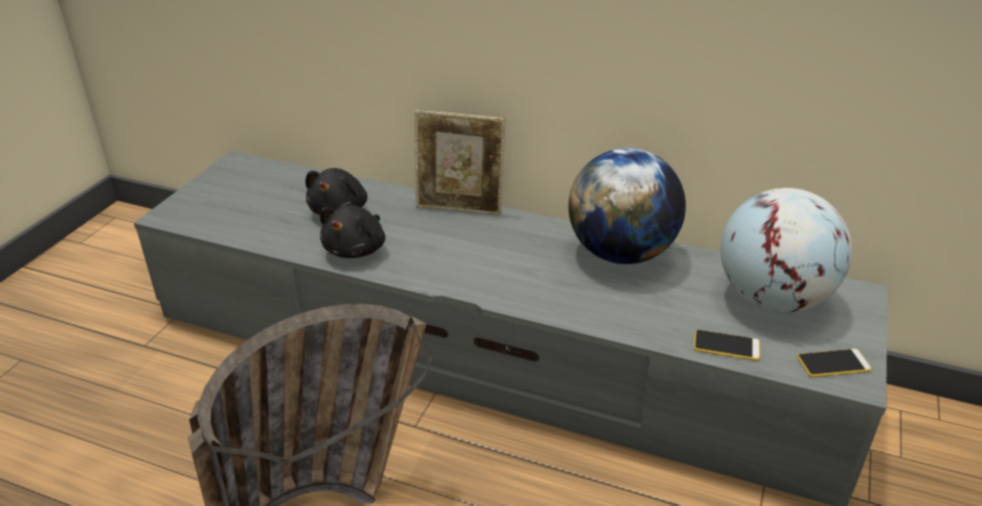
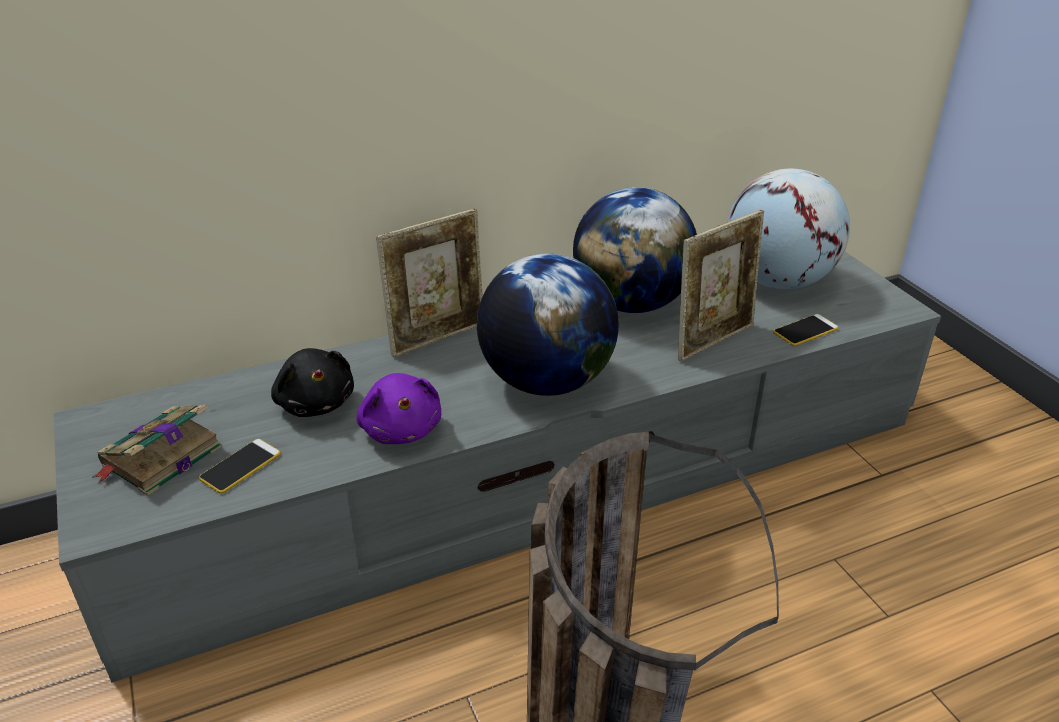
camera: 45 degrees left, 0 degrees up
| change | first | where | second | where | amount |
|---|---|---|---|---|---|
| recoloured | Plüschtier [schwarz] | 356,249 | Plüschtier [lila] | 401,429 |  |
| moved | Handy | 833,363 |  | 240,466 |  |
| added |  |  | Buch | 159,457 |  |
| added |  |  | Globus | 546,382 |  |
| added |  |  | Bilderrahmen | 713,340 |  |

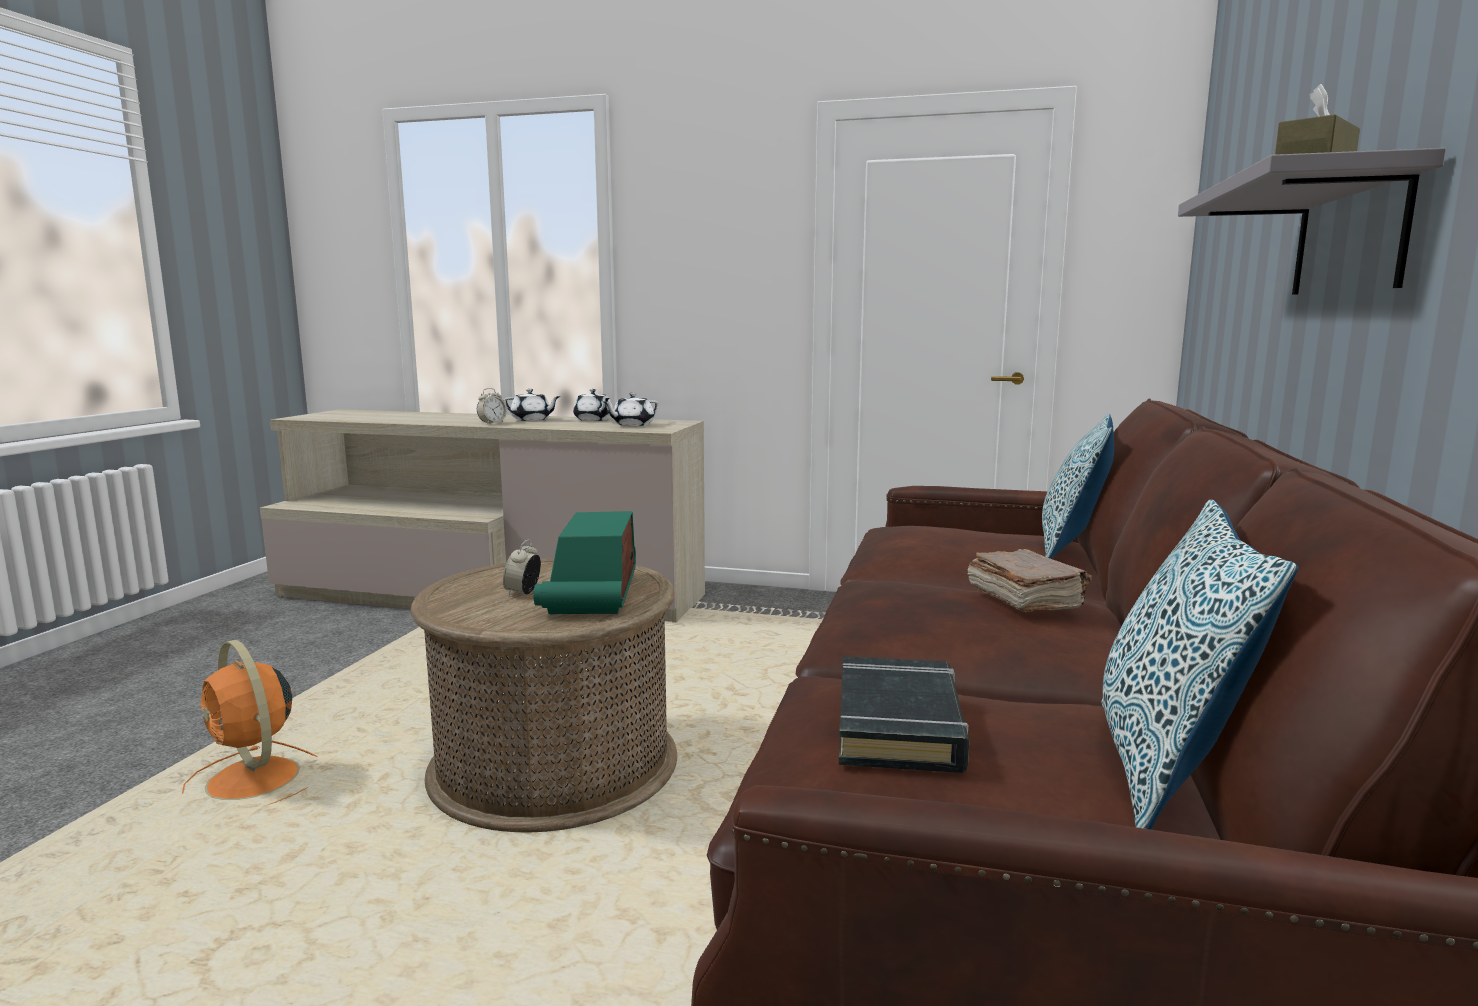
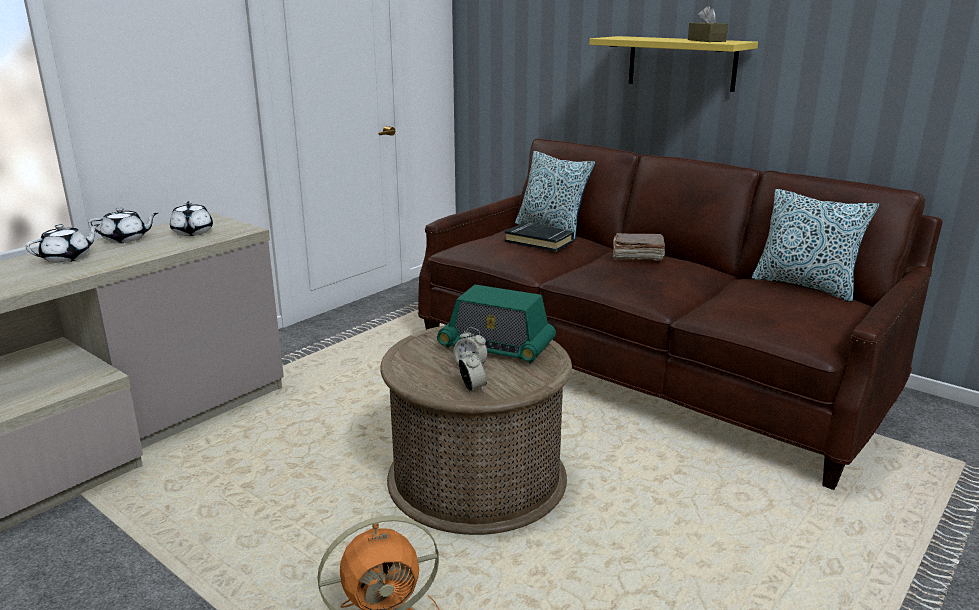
camera: 65 degrees left, 10 degrees up
| change | first | where | second | where | amount |
|---|---|---|---|---|---|
| moved | Wecker | 492,423 |  | 472,387 |  |
| moved | Buch [schwarz] | 899,725 |  | 539,242 |  |
| recoloured | Wandregal [grau] | 1348,236 | Wandregal [gelb] | 681,63 |  |

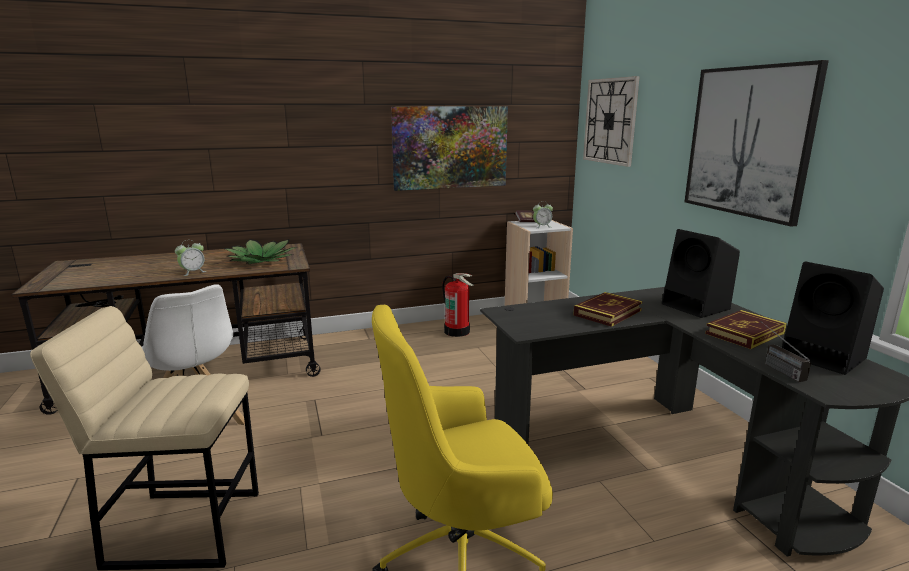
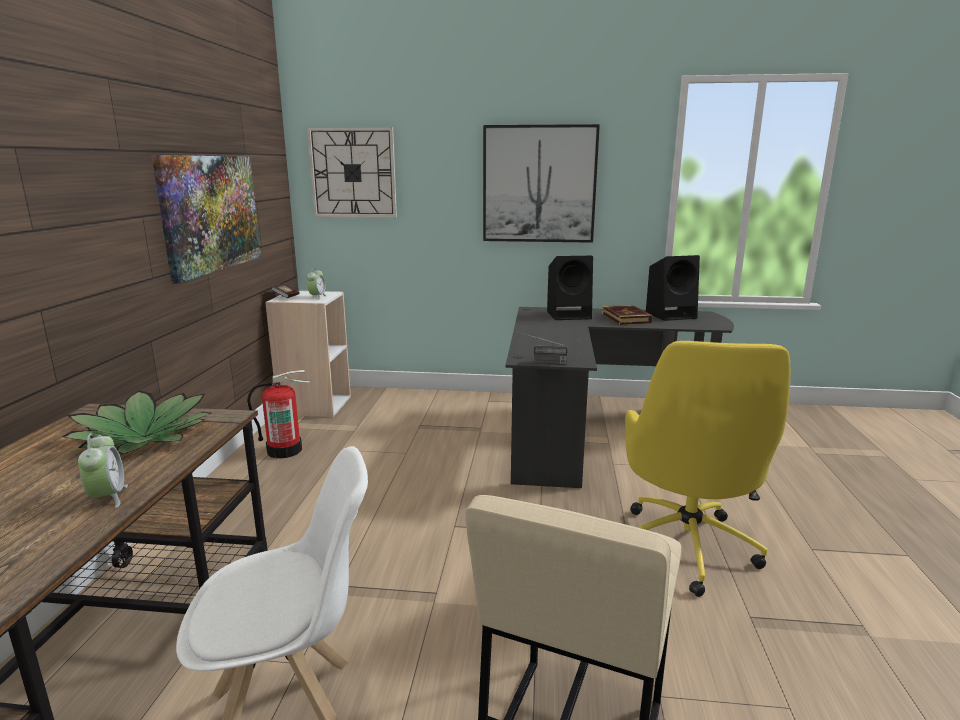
camera: 65 degrees left, 0 degrees up
| change | first | where | second | where | amount |
|---|---|---|---|---|---|
| removed | Buch | 607,313 |  |  |  |
| moved | Radio | 775,367 |  | 541,362 |  |

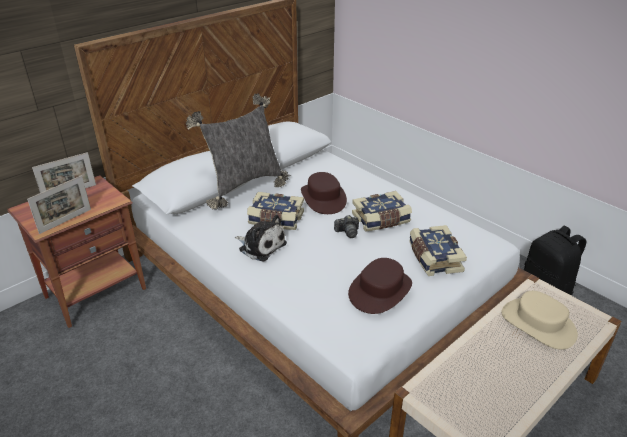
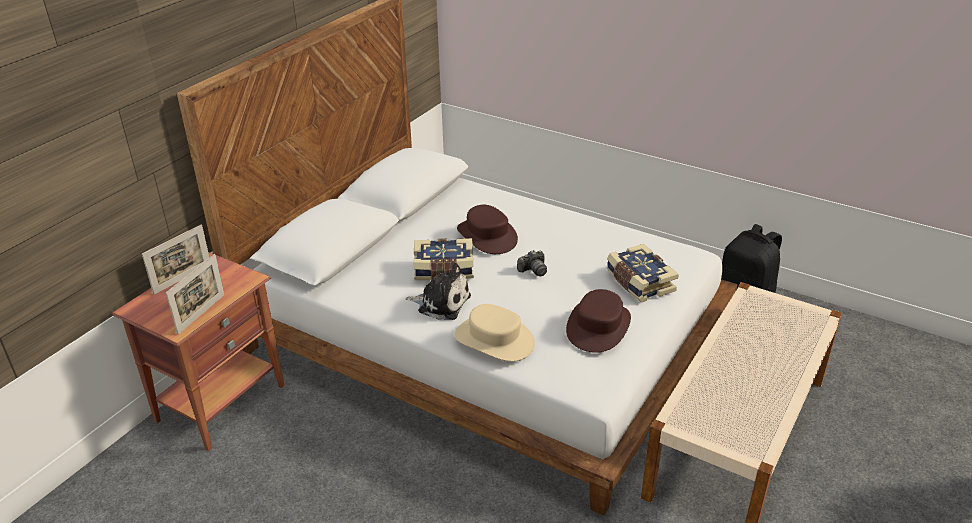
camera: 15 degrees left, 0 degrees up
| change | first | where | second | where | amount |
|---|---|---|---|---|---|
| removed | Kissen | 243,191 |  |  |  |
| removed | Buch | 381,220 |  |  |  |
| moved | Hut [beige] | 538,324 |  | 494,339 |  |

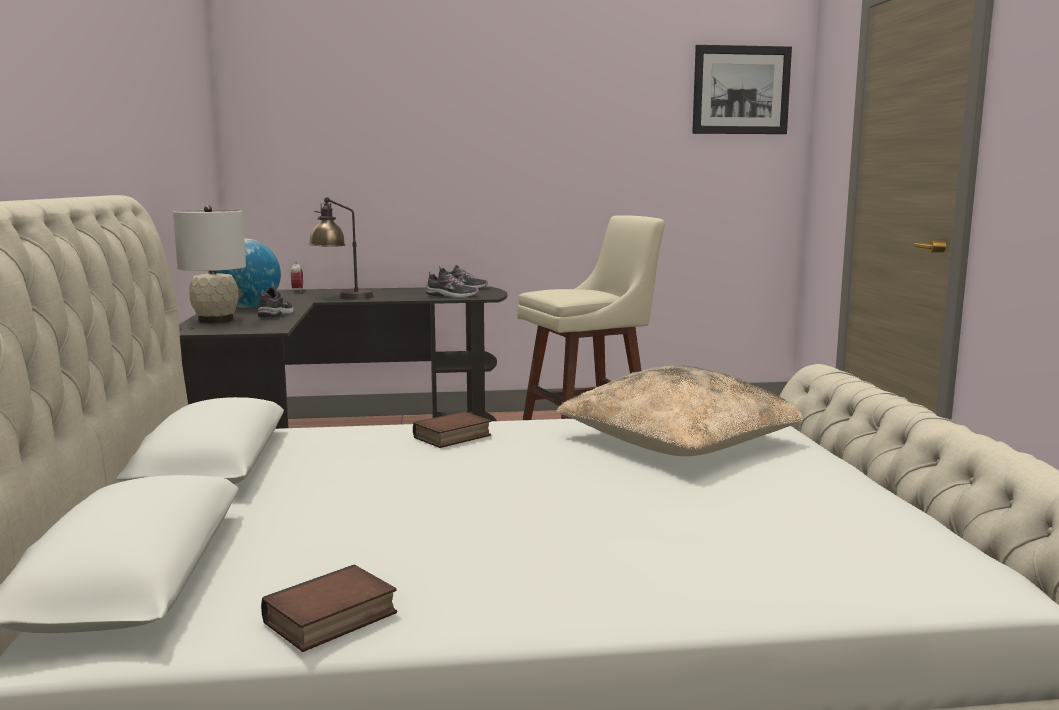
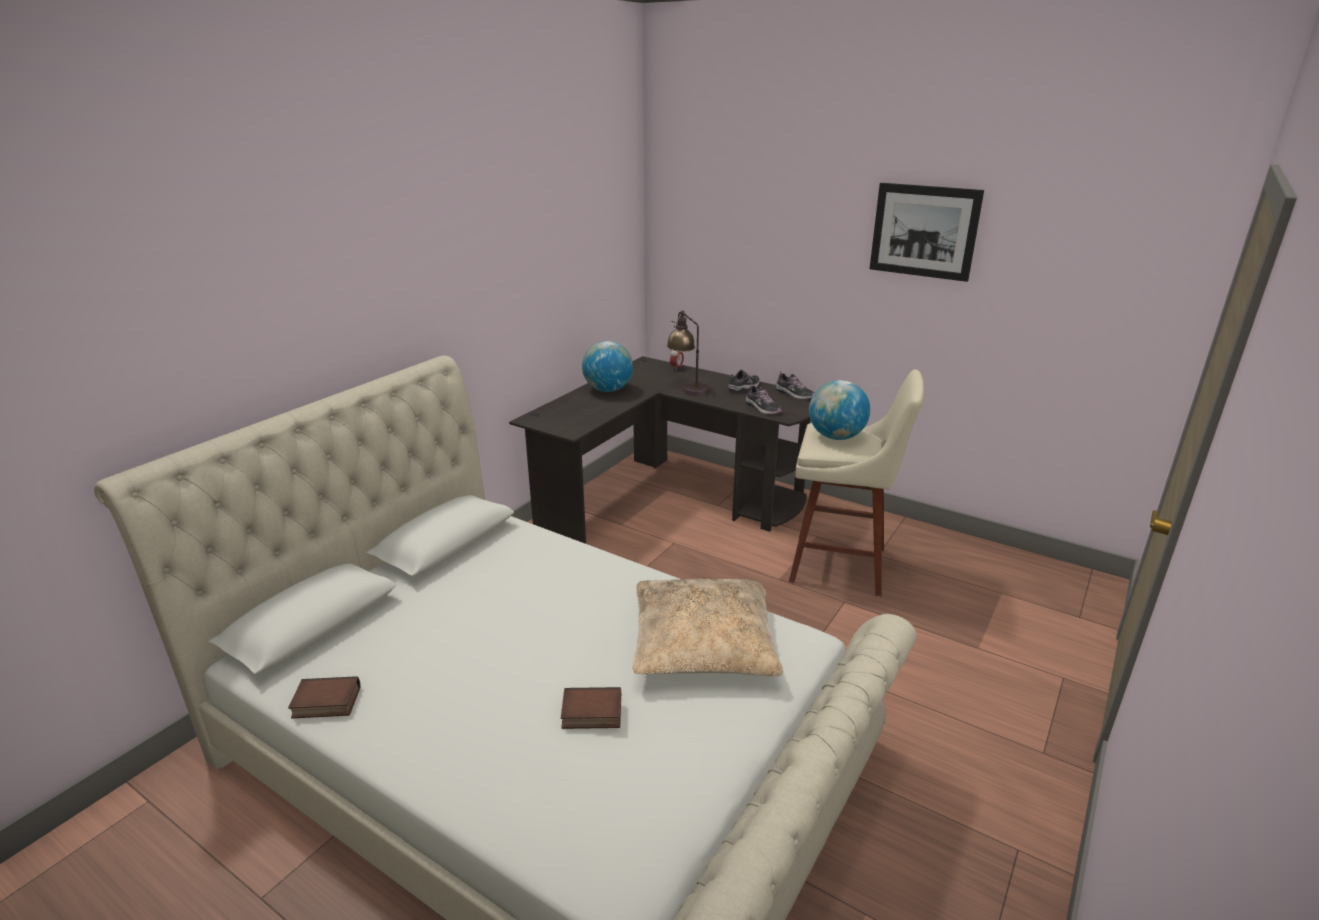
camera: 40 degrees right, 15 degrees up
| change | first | where | second | where | amount |
|---|---|---|---|---|---|
| removed | Tischlampe [weiß] | 215,320 |  |  |  |
| moved | Schuh | 276,314 |  | 744,387 |  |
| moved | Buch | 452,437 |  | 590,714 |  |
| moved | Bild | 741,90 |  | 924,231 |  |
| added |  |  | Globus | 836,437 |  |

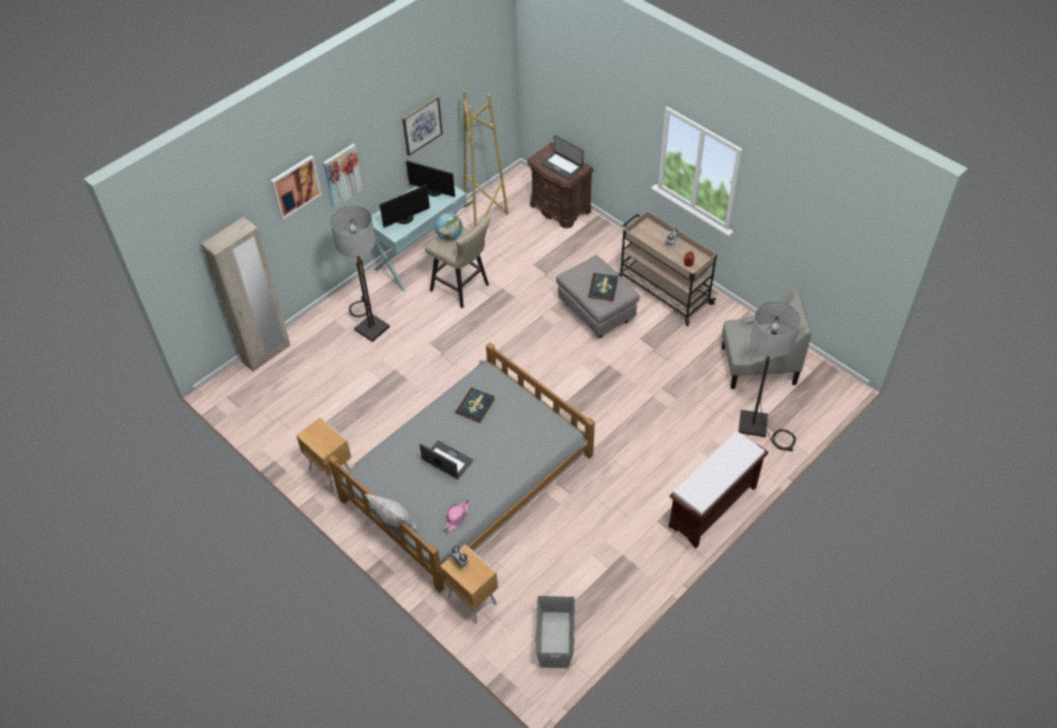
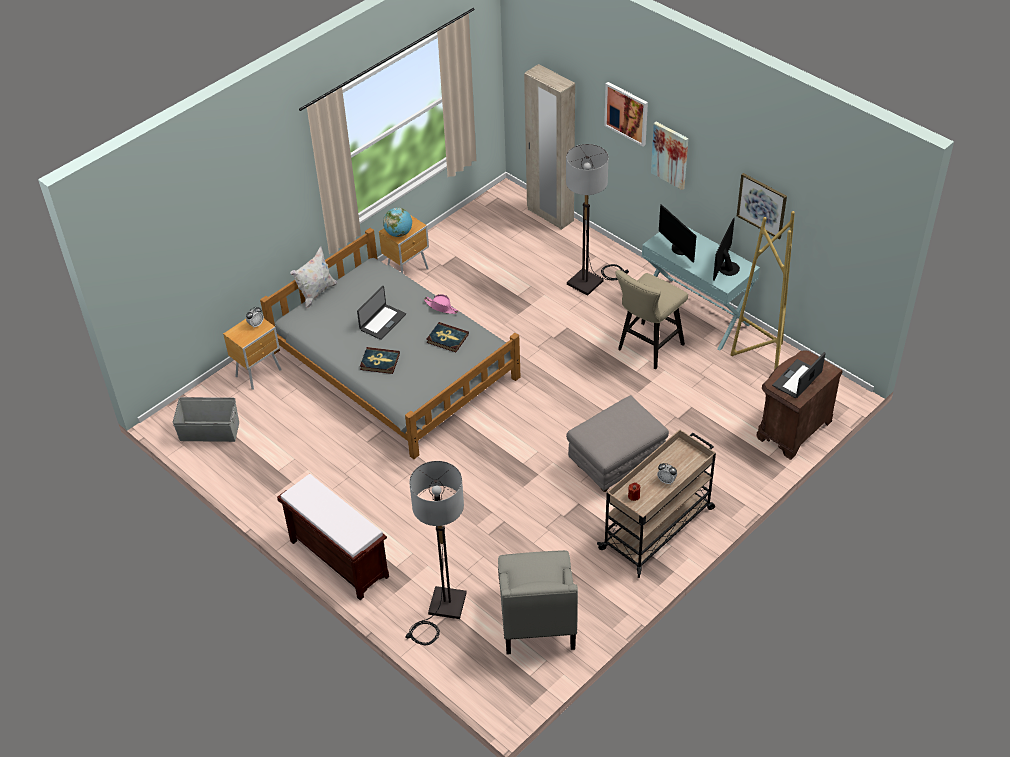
camera: 90 degrees right, 5 degrees down
| change | first | where | second | where | amount |
|---|---|---|---|---|---|
| moved | Globus | 449,236 |  | 399,233 |  |
| moved | Hut [rosa] | 457,517 |  | 441,307 |  |
| moved | Buch | 603,288 |  | 380,362 |  |

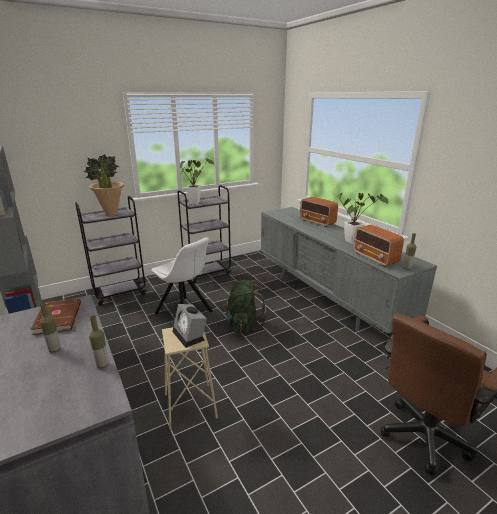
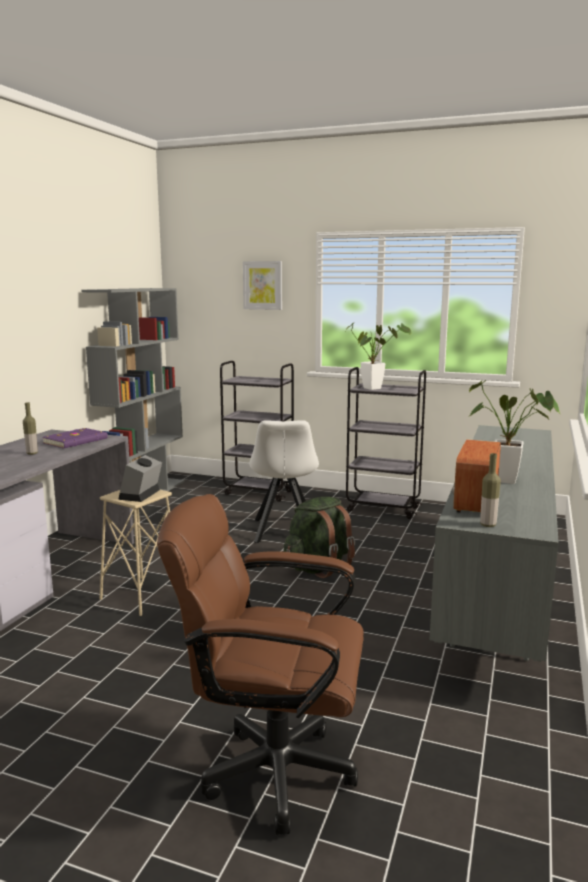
camera: 50 degrees right, 10 degrees down
| change | first | where | second | where | amount |
|---|---|---|---|---|---|
| recoloured | Buch [braun] | 59,318 | Buch [lila] | 76,441 |  |
| removed | Topfpflanze | 111,215 |  |  |  |
| removed | Flasche | 102,365 |  |  |  |
| removed | Radio | 317,222 |  |  |  |
| added |  |  | Bild | 263,285 |  |

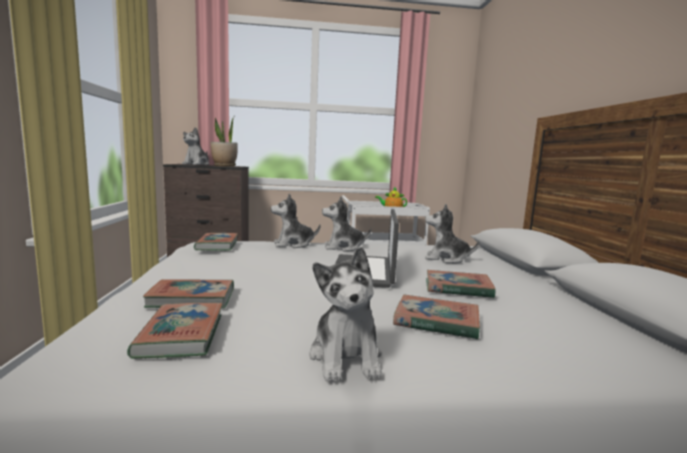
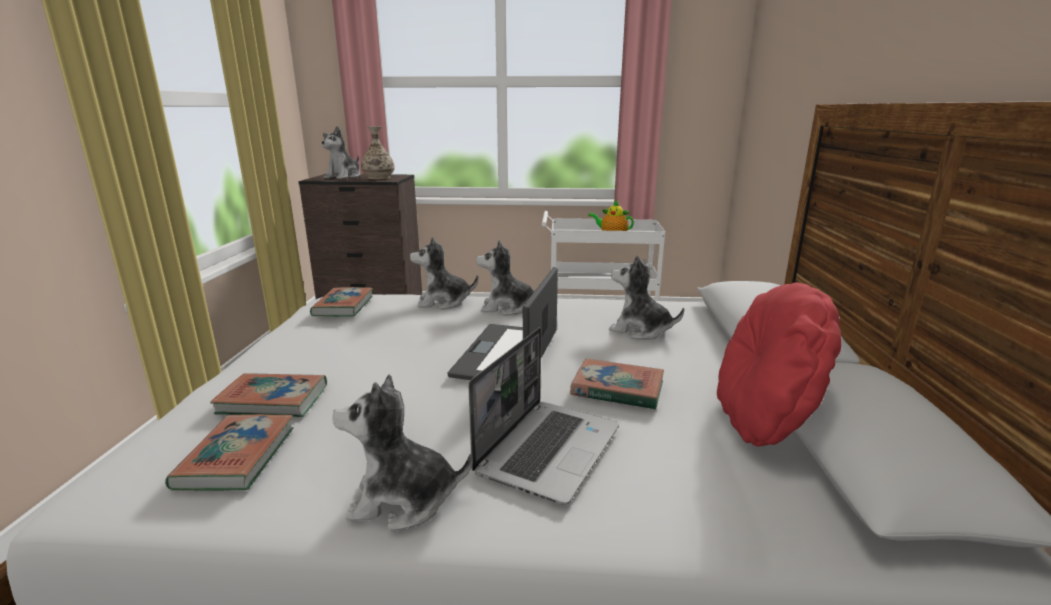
camera: 10 degrees right, 10 degrees up
| change | first | where | second | where | amount |
|---|---|---|---|---|---|
| replaced | Topfpflanze | 224,166 | Vase | 379,178 |  |
| turned | Plüschtier | 346,357 |  | 403,500 | 90 degrees clockwise |
| replaced | Buch | 436,322 | Laptop | 548,449 |  |
| added |  |  | Kissen [rot] | 762,424 |  |

